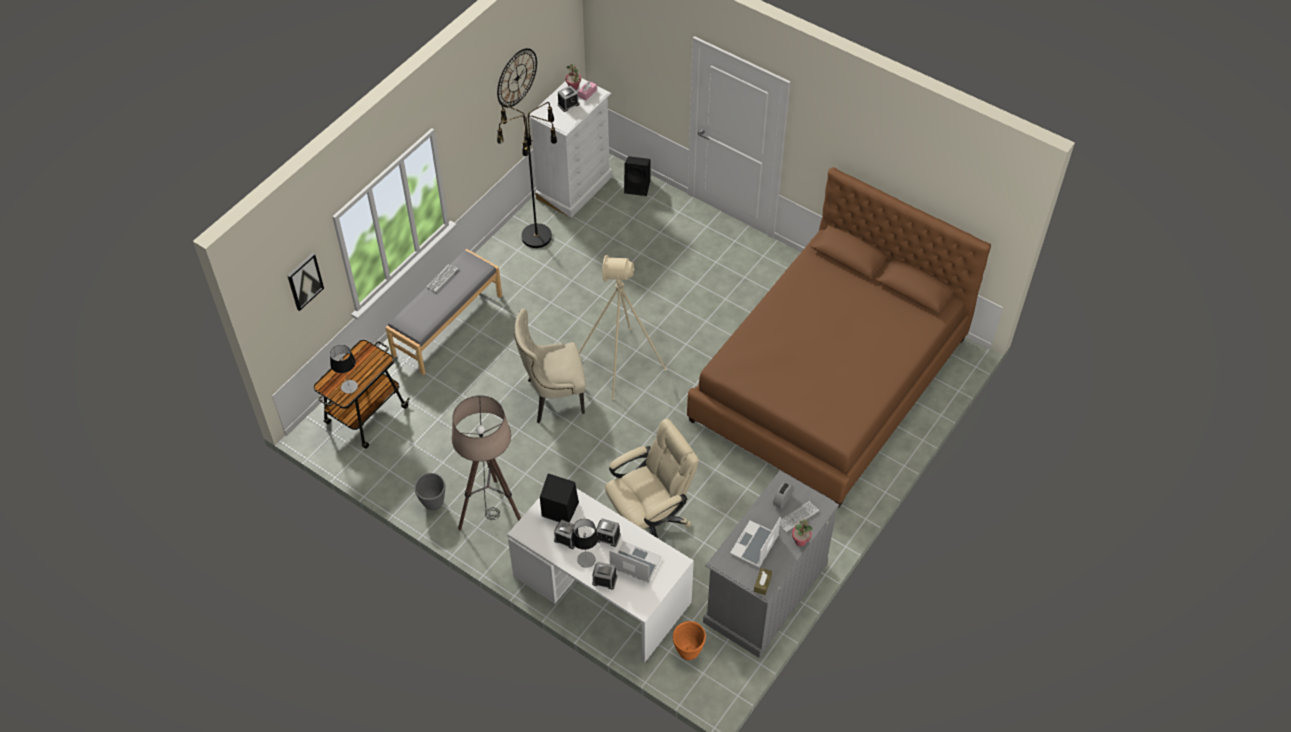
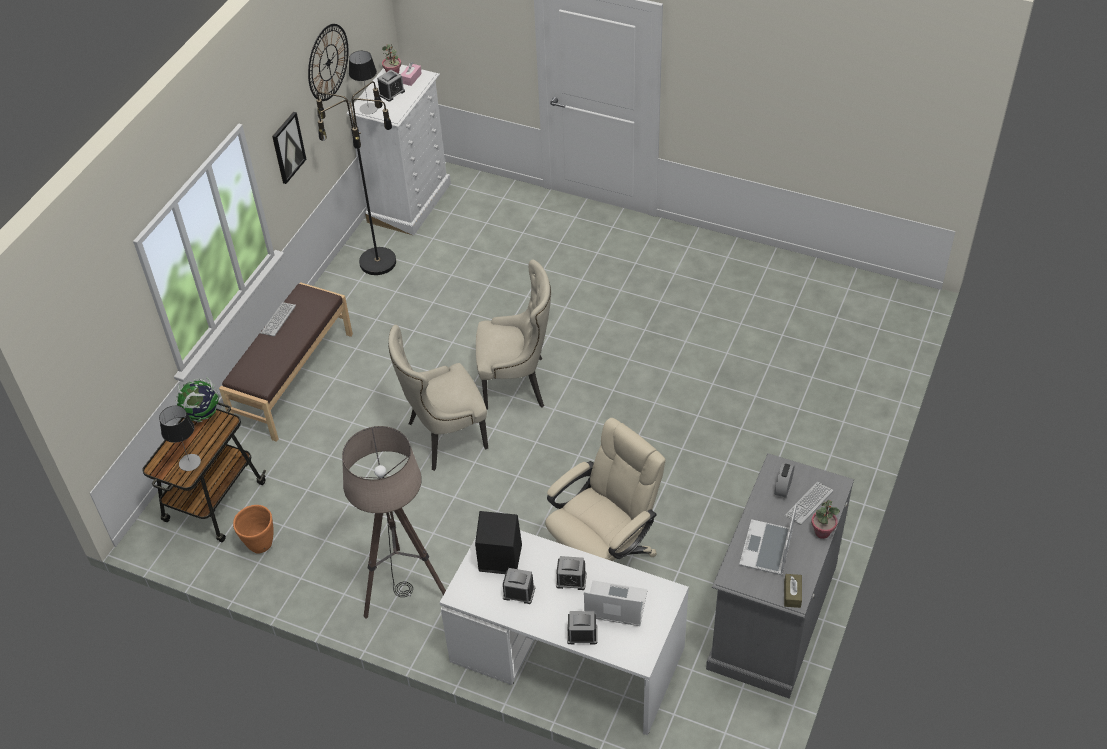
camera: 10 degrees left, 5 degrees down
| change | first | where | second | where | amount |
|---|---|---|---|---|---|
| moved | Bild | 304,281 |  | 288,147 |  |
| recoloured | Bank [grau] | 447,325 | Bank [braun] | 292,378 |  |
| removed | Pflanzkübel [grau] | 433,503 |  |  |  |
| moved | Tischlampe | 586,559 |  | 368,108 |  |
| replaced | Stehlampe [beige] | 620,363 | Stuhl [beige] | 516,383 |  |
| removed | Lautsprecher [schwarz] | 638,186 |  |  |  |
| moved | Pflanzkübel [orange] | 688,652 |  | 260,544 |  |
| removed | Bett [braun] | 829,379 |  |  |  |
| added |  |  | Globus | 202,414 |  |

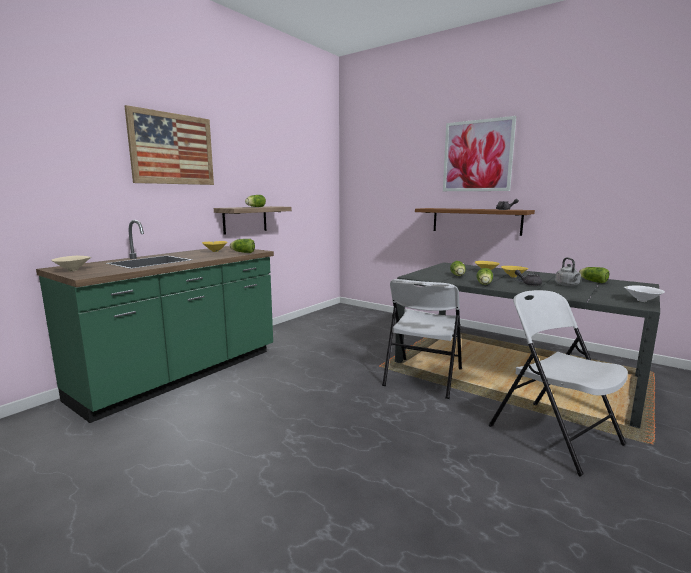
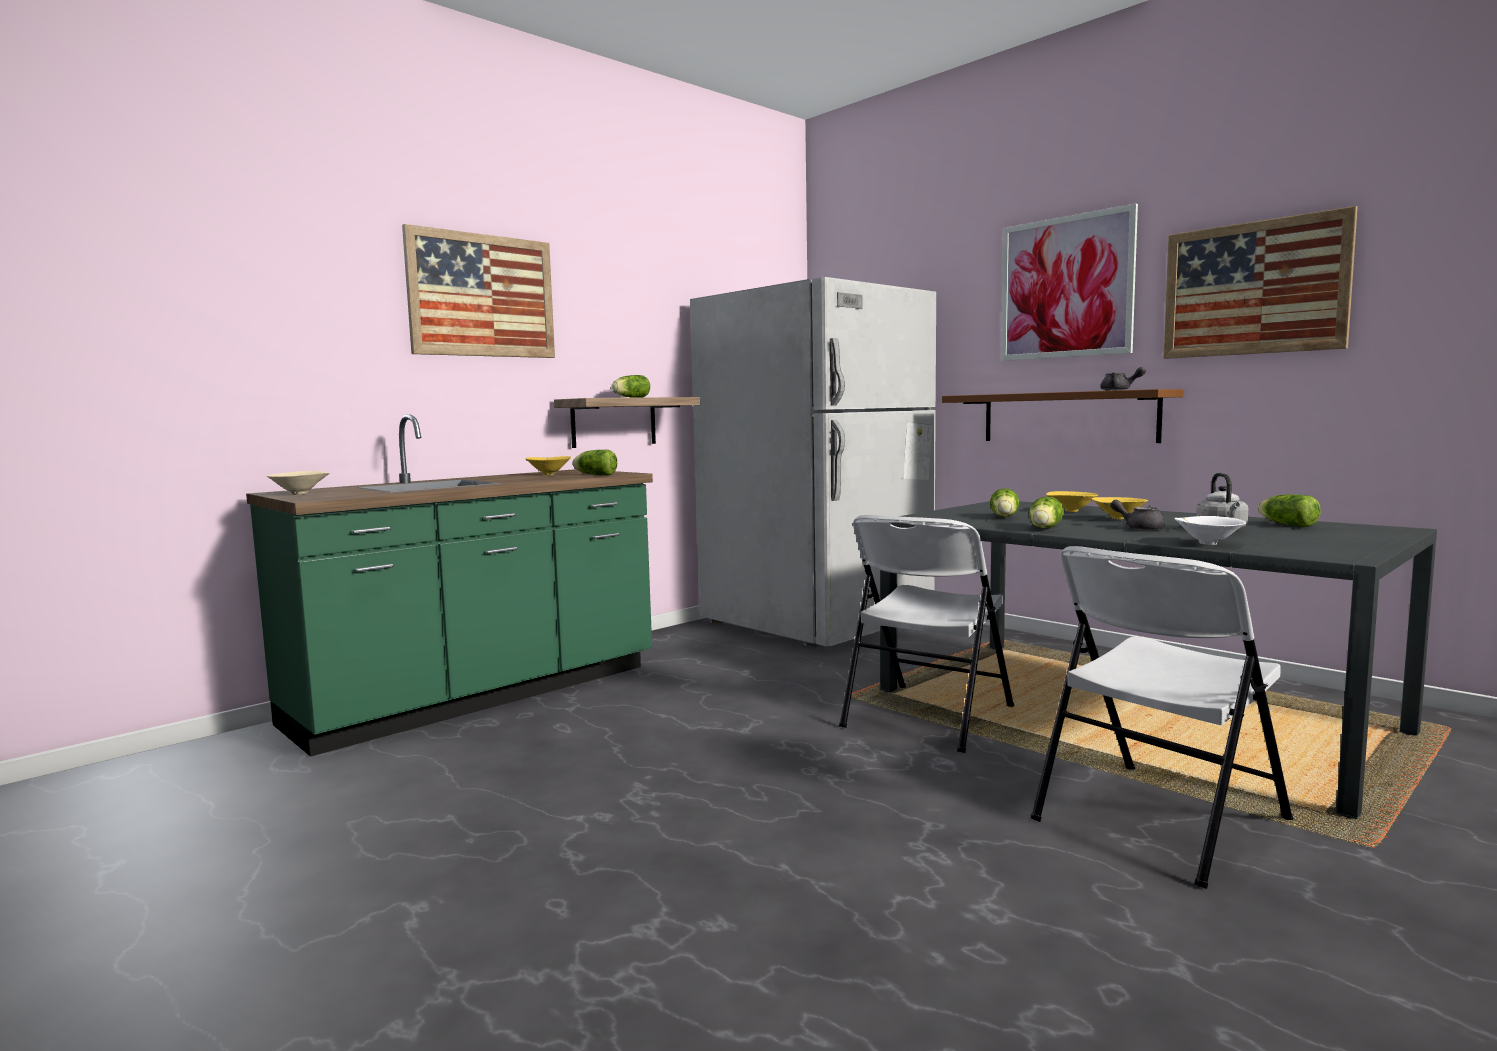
camera: 10 degrees right, 5 degrees down
| change | first | where | second | where | amount |
|---|---|---|---|---|---|
| turned | Stuhl [weiß] | 554,434 |  | 1159,819 | 105 degrees counterclockwise |
| moved | Schüssel [weiß] | 641,301 |  | 1207,543 |  |
| added |  |  | Kühlschrank [weiß] | 817,620 |  |
| added |  |  | Bild | 1254,288 |  |

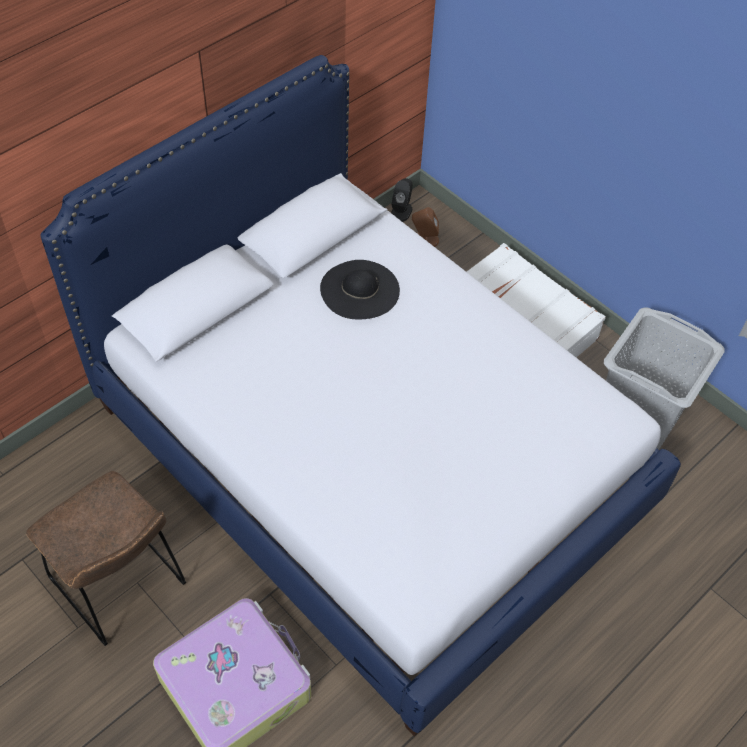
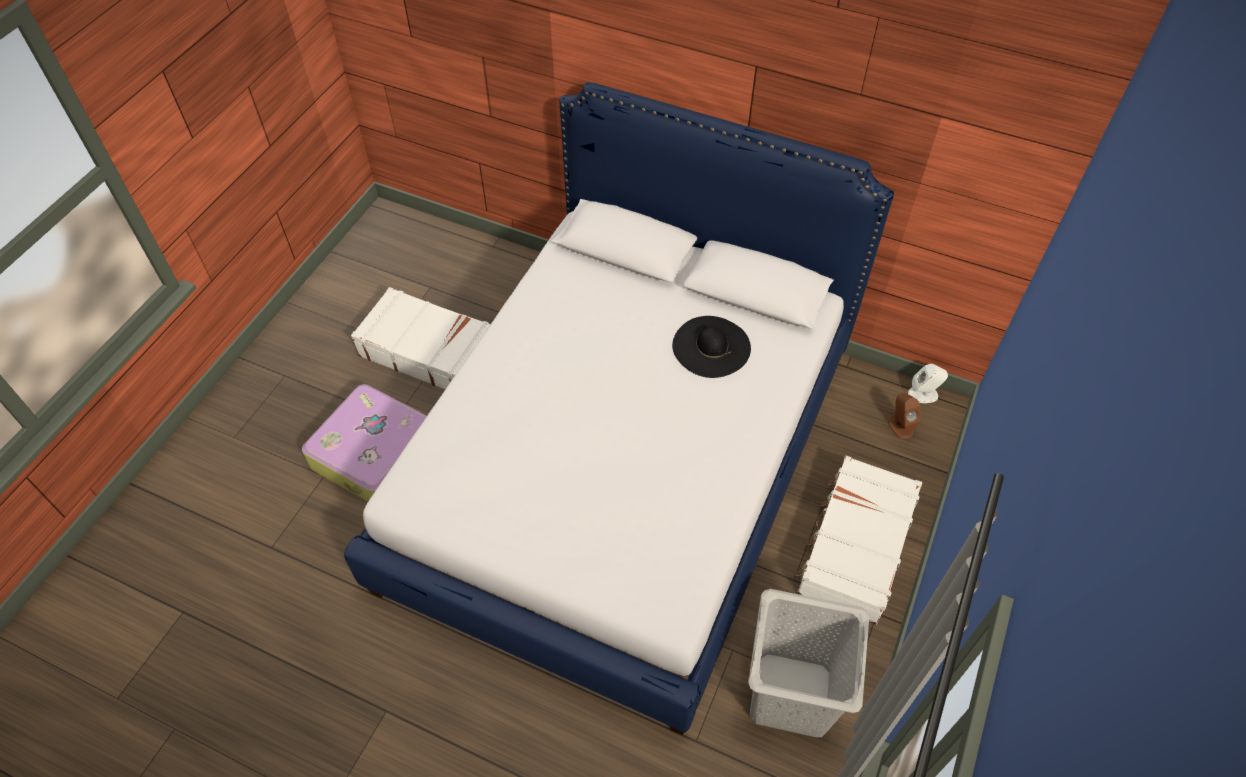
camera: 70 degrees right, 0 degrees up
| change | first | where | second | where | amount |
|---|---|---|---|---|---|
| replaced | Stuhl [braun] | 122,586 | Koffer [weiß] | 431,351 |  |
| recoloured | Lautsprecher [schwarz] | 401,211 | Lautsprecher [weiß] | 923,394 |  |

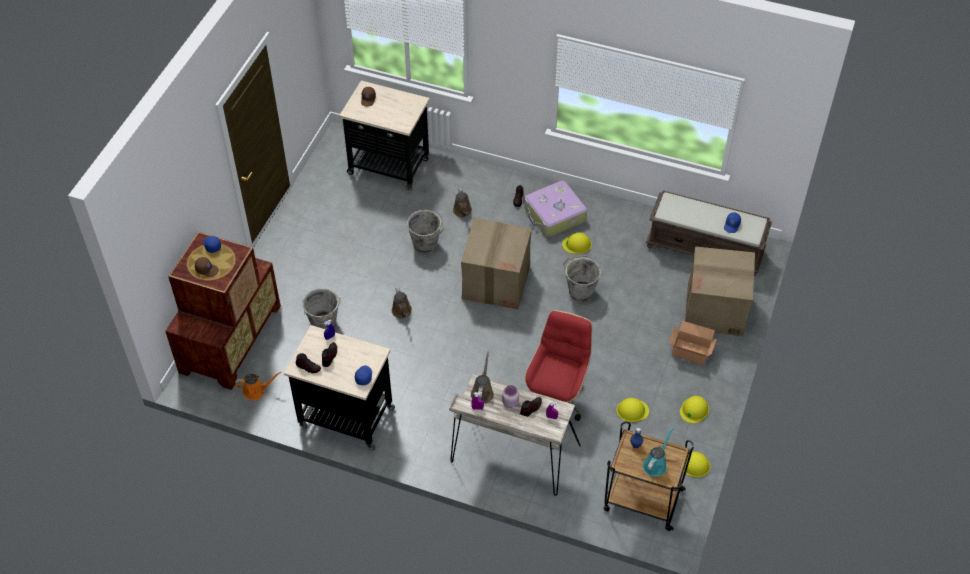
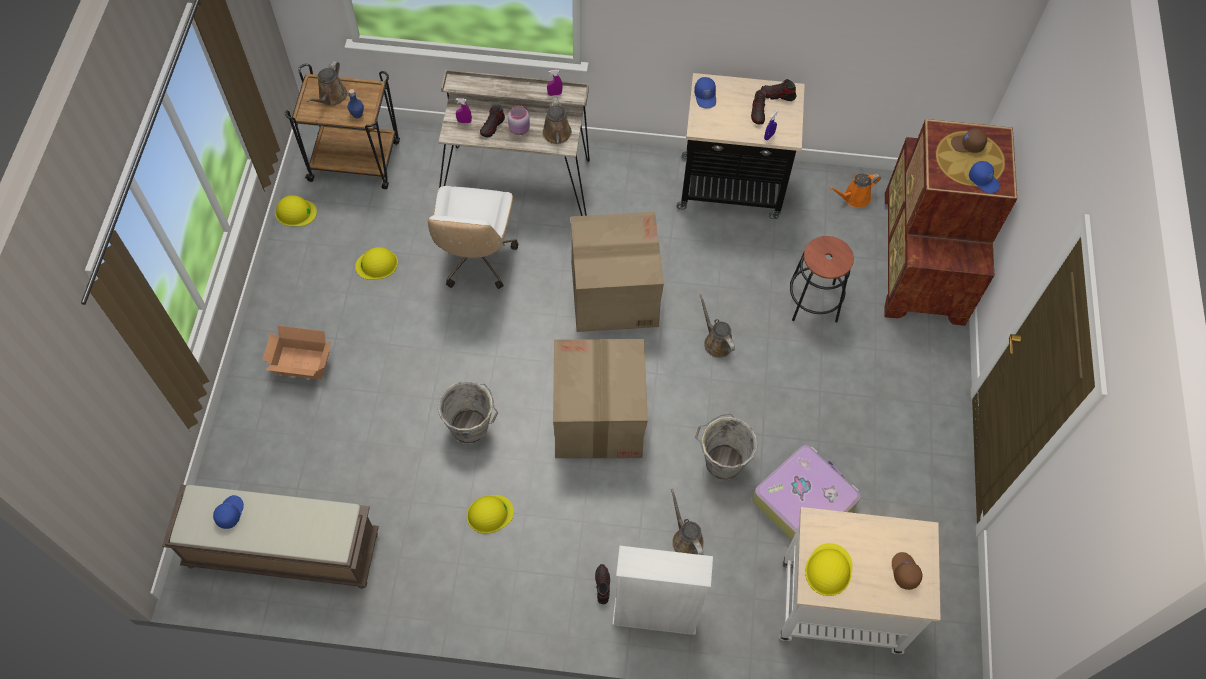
camera: 165 degrees right, 10 degrees up
| change | first | where | second | where | amount |
|---|---|---|---|---|---|
| replaced | Eimer [grau] | 324,324 | Hocker [schwarz] | 813,302 |  |
| recoloured | Rollwagen [schwarz] | 389,167 | Rollwagen [weiß] | 838,608 |  |
| moved | Koffer | 554,215 |  | 803,502 |  |
| recoloured | Bürostuhl [rot] | 557,398 | Bürostuhl [weiß] | 476,261 |  |
| recoloured | Gießkanne [türkis] | 656,464 | Gießkanne [braun] | 331,97 |  |
| moved | Schutzhelm [gelb] | 694,410 |  | 828,570 |  |
| moved | Karton | 716,309 |  | 613,294 |  |
| added |  |  | Bücherregal [weiß] | 654,616 |  |

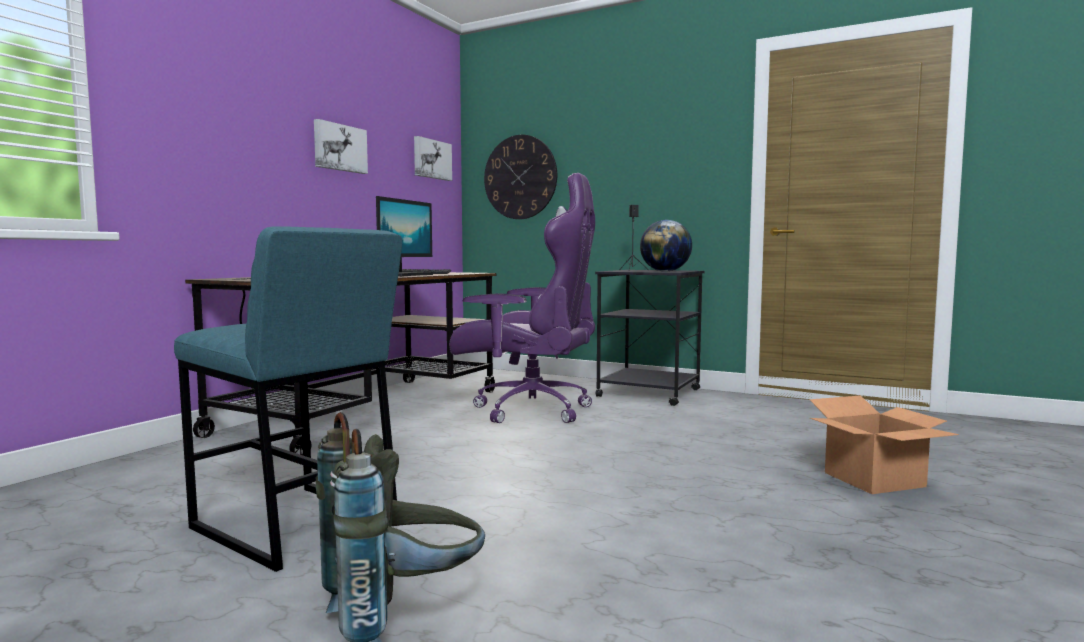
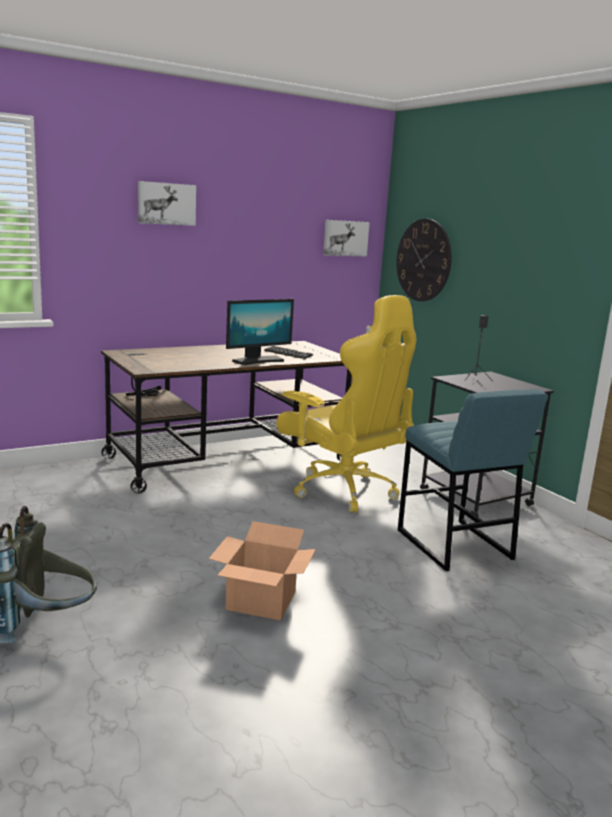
camera: 30 degrees right, 10 degrees up
| change | first | where | second | where | amount |
|---|---|---|---|---|---|
| moved | Hocker [blau] | 298,525 |  | 456,545 |  |
| moved | Bild | 339,148 |  | 166,203 |  |
| recoloured | Bürostuhl [lila] | 525,410 | Bürostuhl [gelb] | 339,489 |  |
| removed | Globus | 665,271 |  |  |  |
| moved | Karton | 874,479 |  | 262,601 |  |

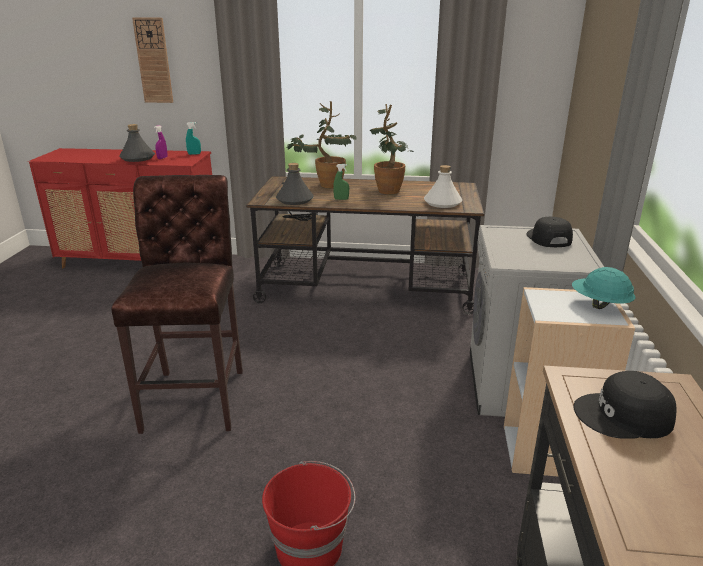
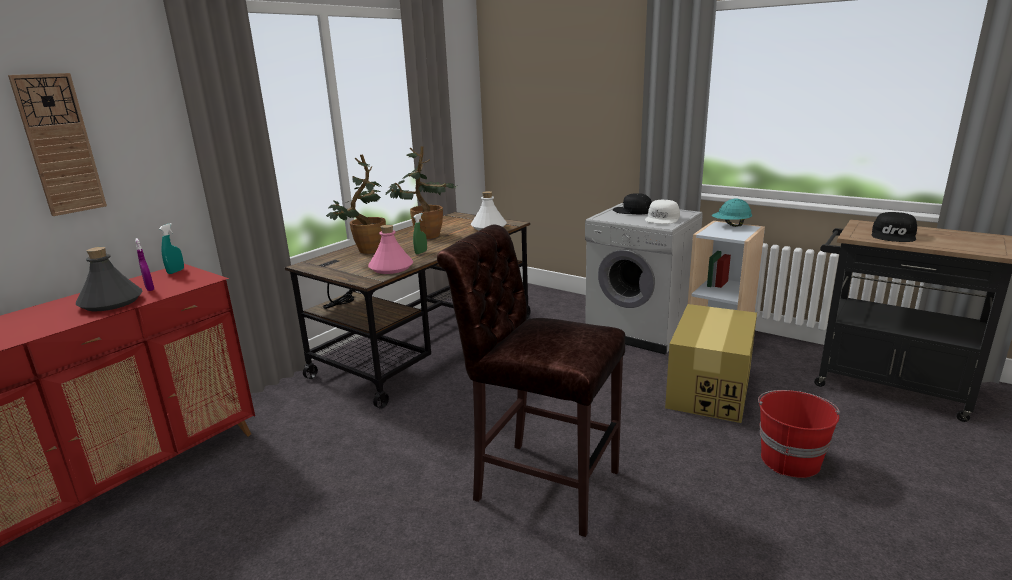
camera: 60 degrees left, 5 degrees down
| change | first | where | second | where | amount |
|---|---|---|---|---|---|
| recoloured | Flasche [grau] | 294,200 | Flasche [rosa] | 391,268 |  |
| added |  |  | Kappe [weiß] | 662,219 |  |
| added |  |  | Karton | 709,389 |  |

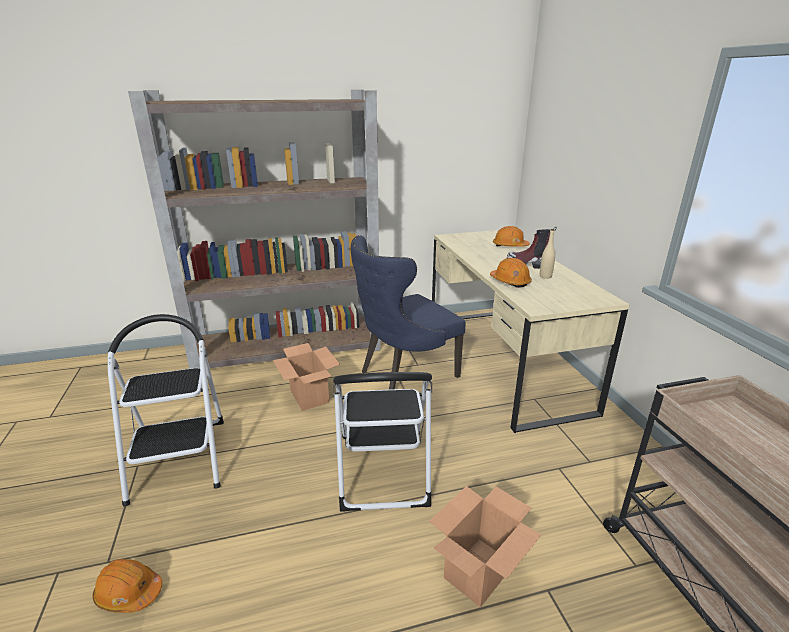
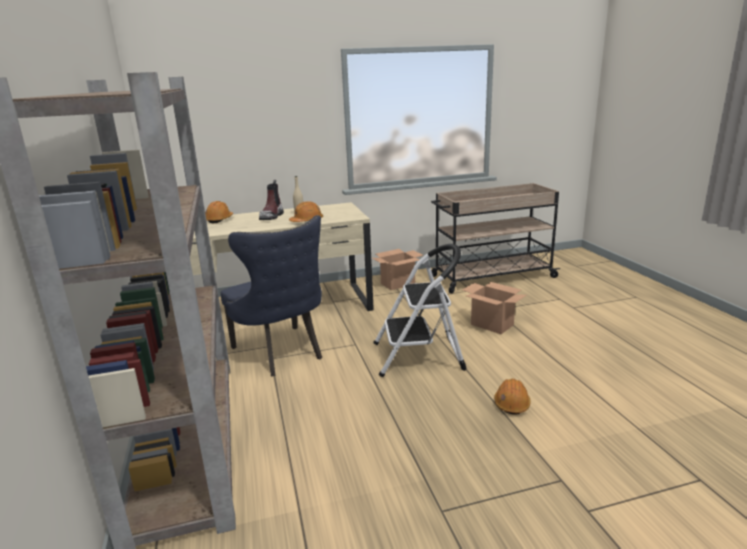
camera: 90 degrees left, 5 degrees down
| change | first | where | second | where | amount |
|---|---|---|---|---|---|
| moved | Schutzhelm [orange] | 129,593 |  | 511,403 |  |
| removed | Trittleiter | 180,457 |  |  |  |
| moved | Karton | 309,396 |  | 398,284 |  |

